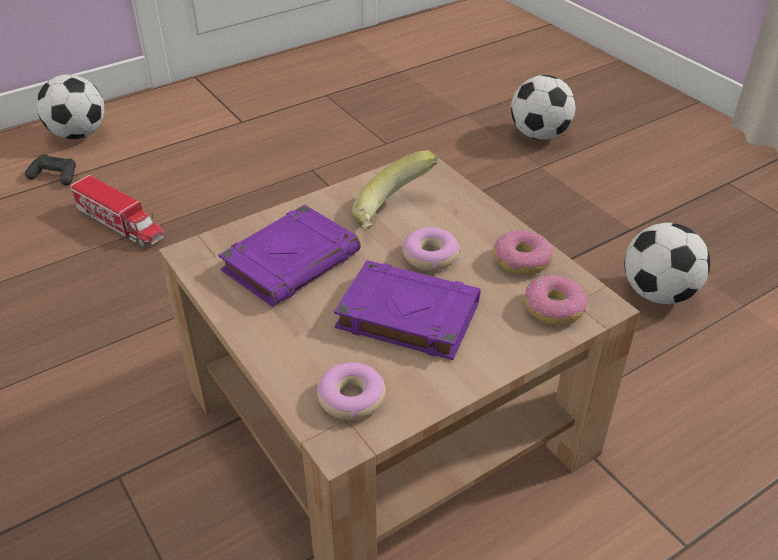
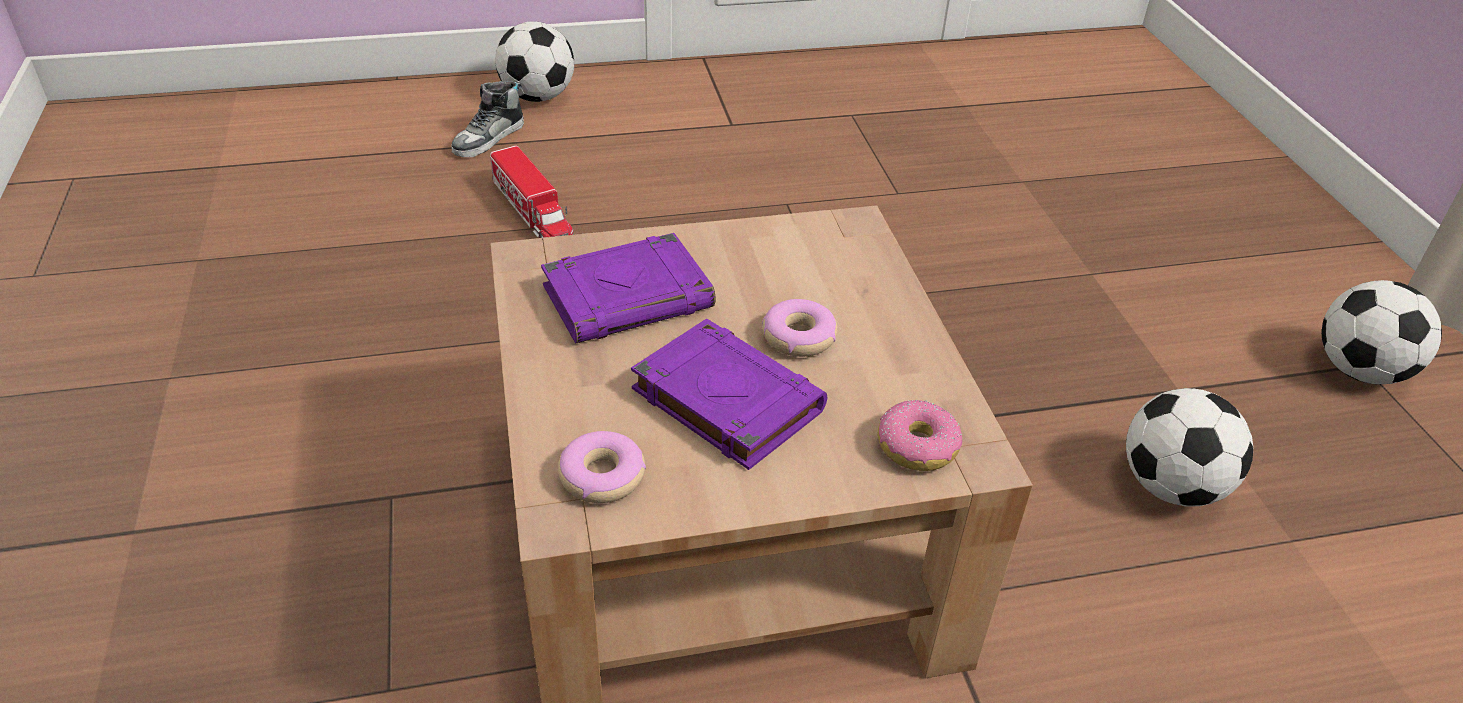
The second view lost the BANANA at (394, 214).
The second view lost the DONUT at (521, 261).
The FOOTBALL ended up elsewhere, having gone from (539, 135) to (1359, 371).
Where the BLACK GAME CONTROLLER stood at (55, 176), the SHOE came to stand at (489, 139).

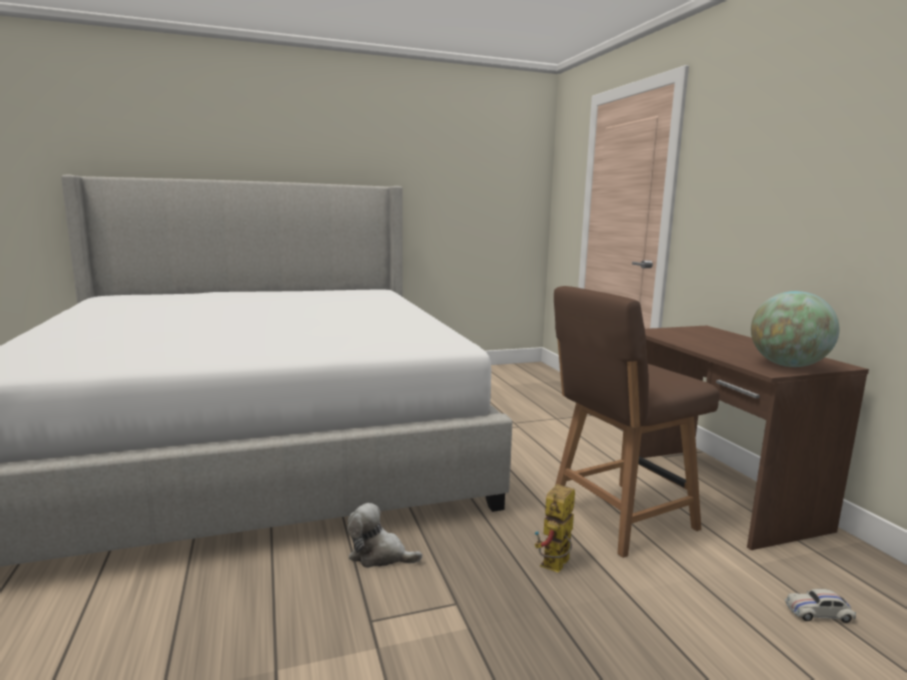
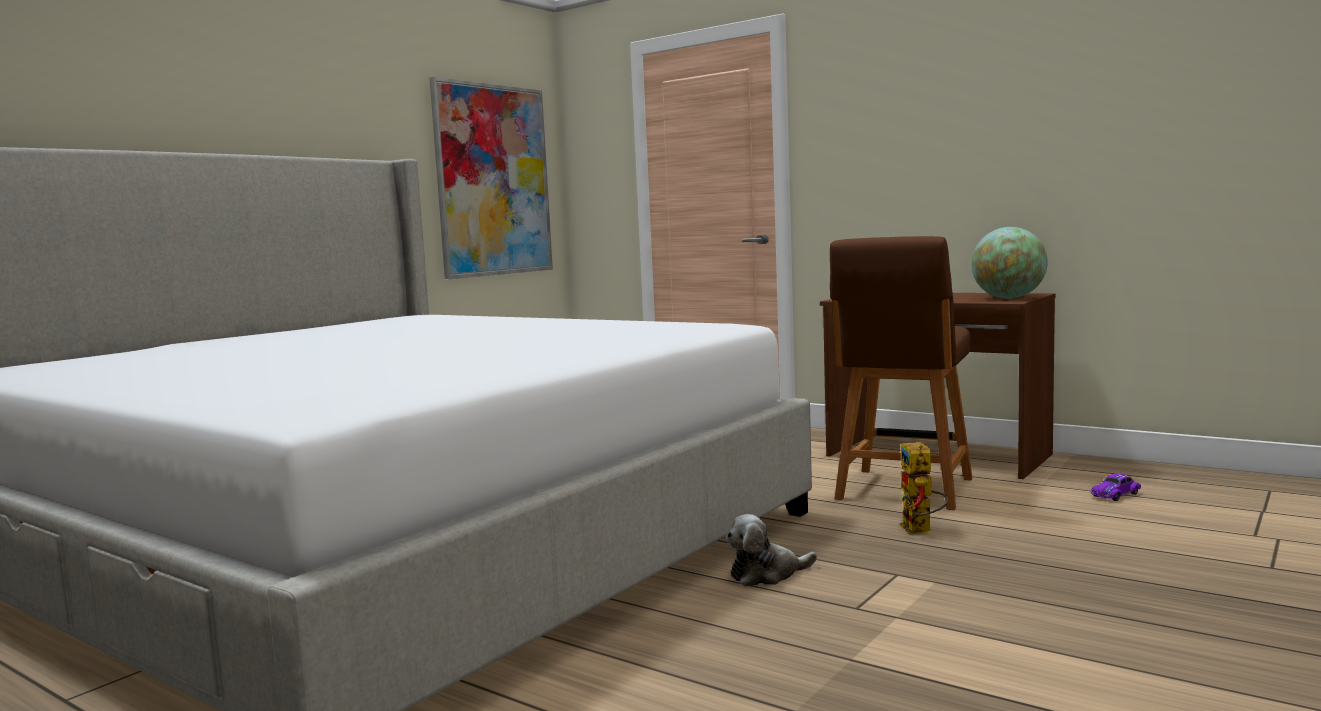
The second view gained the PICTURE at (493, 180).
What was the WHITE TOY CAR at (819, 613) turned into the PURPLE TOY CAR at (1115, 495).

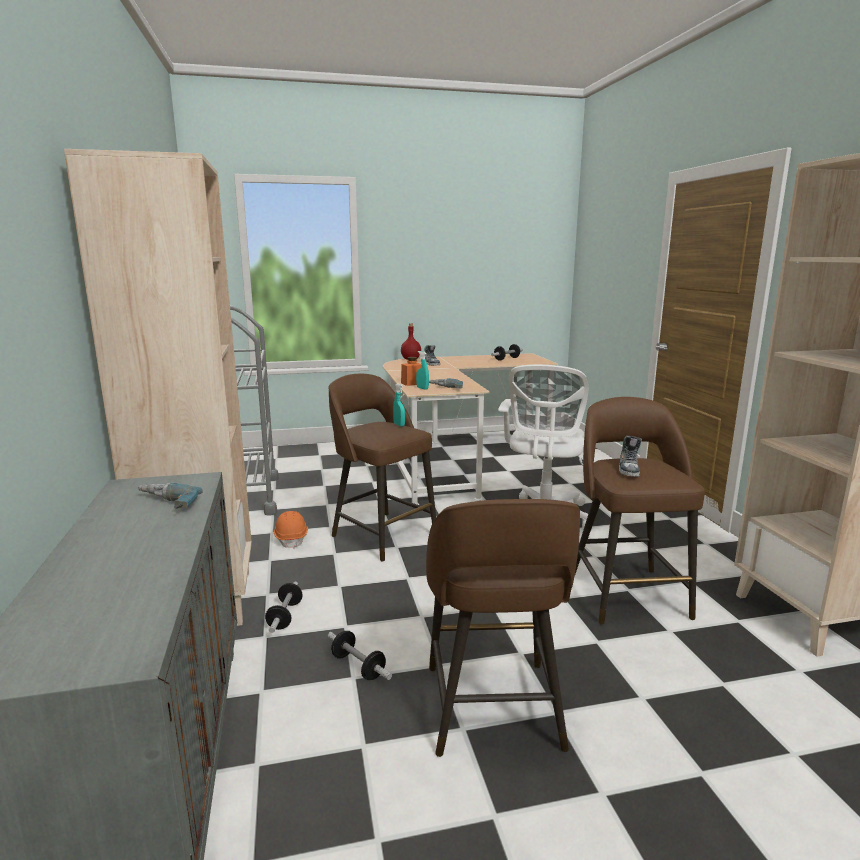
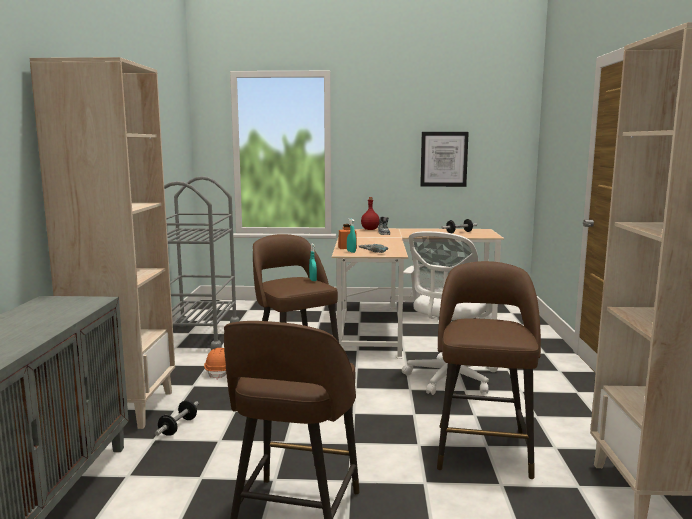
The second view lost the POWER DRILL at (163, 504).
The second view lost the DUMBBELL at (358, 666).
The second view lost the SHOE at (629, 469).
The second view gained the PICTURE at (444, 159).

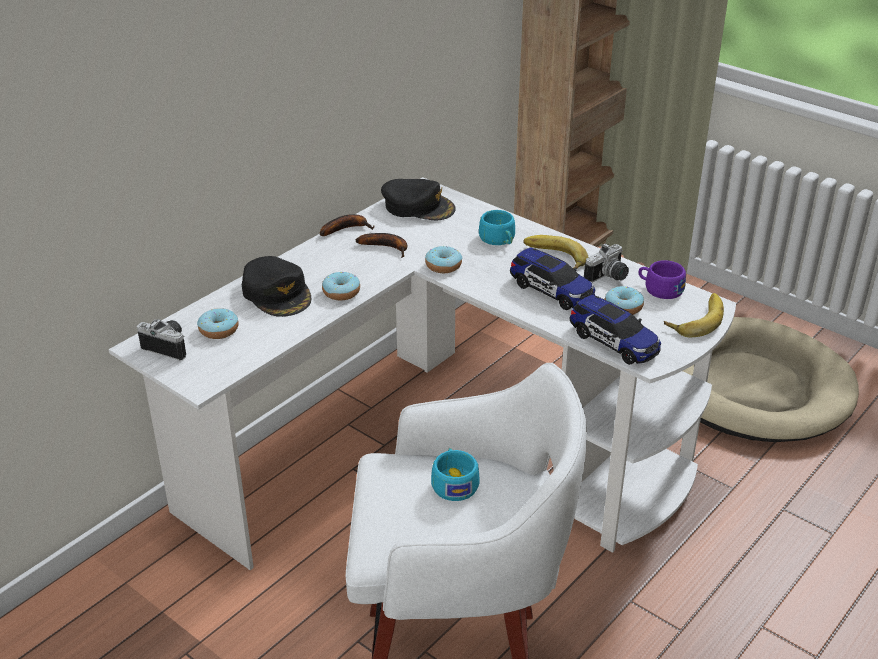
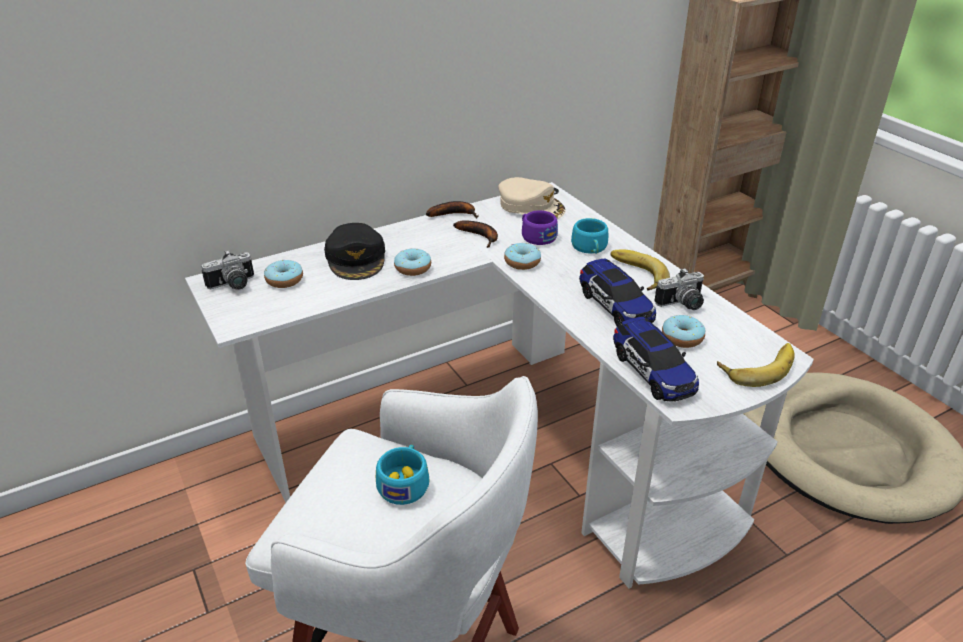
The PURPLE CUP ended up elsewhere, having gone from (659, 289) to (536, 236).
What was the BLACK CAP at (418, 206) turned into the BEIGE CAP at (531, 206).
The PHOTO CAMERA at (169, 346) ended up facing another way, 105 degrees clockwise from before.

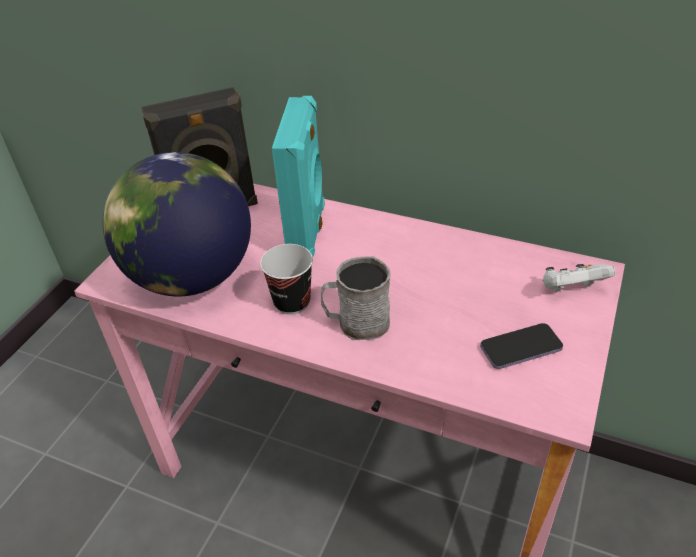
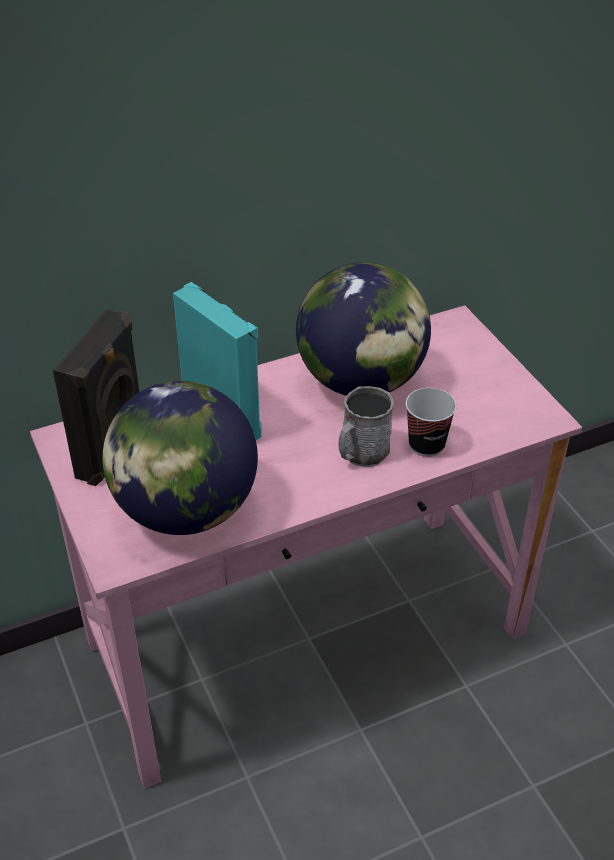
The second view lost the PHONE at (520, 348).
The second view lost the WHITE GAME CONTROLLER at (571, 290).
The second view gained the GLOBE at (361, 382).
The CUP ended up elsewhere, having gone from (292, 302) to (426, 445).

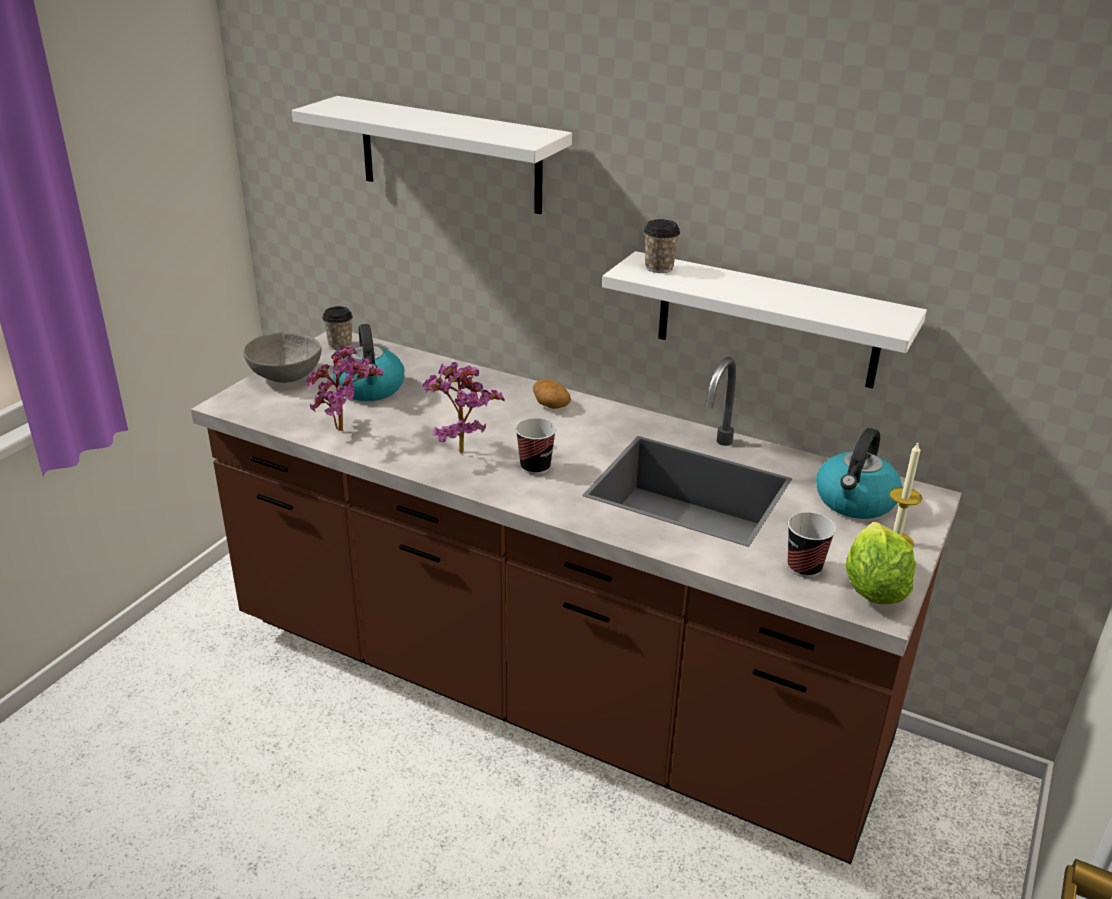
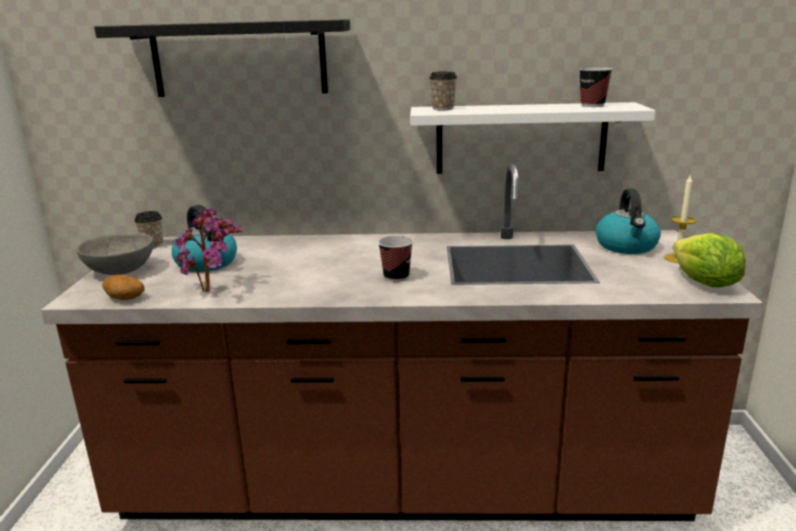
The second view lost the POTTED PLANT at (459, 448).
The POTATO ended up elsewhere, having gone from (550, 404) to (124, 298).
The CUP ended up elsewhere, having gone from (804, 567) to (592, 105).
What was the WHITE SHELF at (450, 155) turned into the BLACK SHELF at (239, 59).

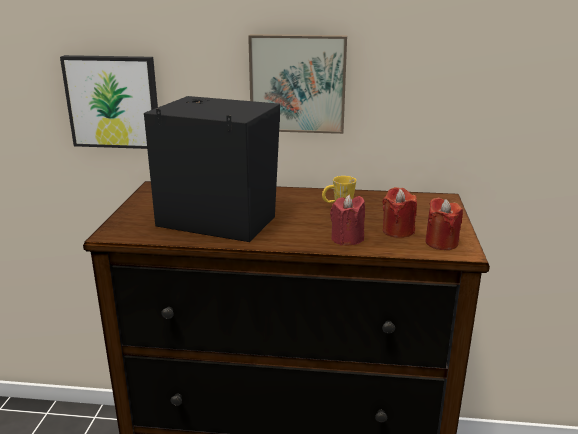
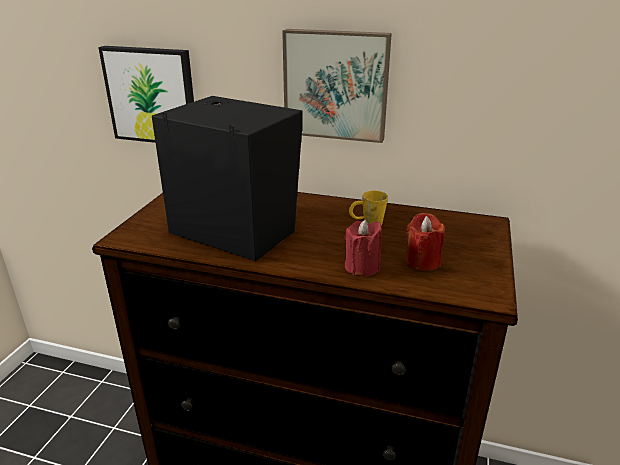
The second view lost the RED CANDLE at (441, 243).

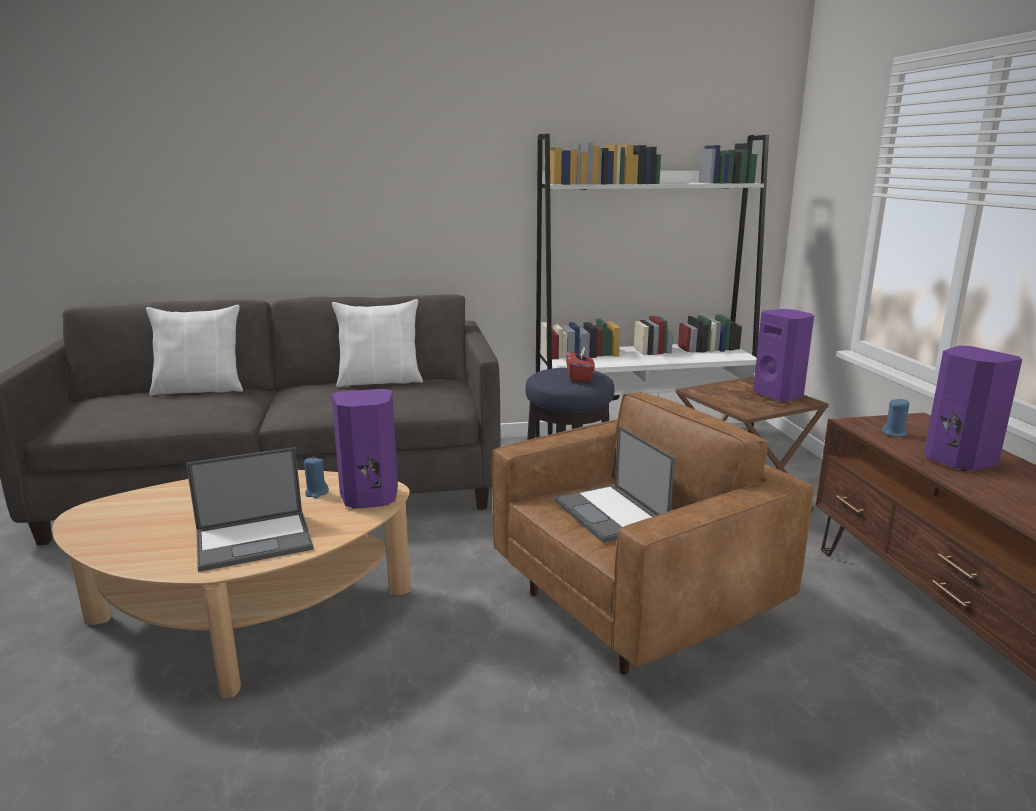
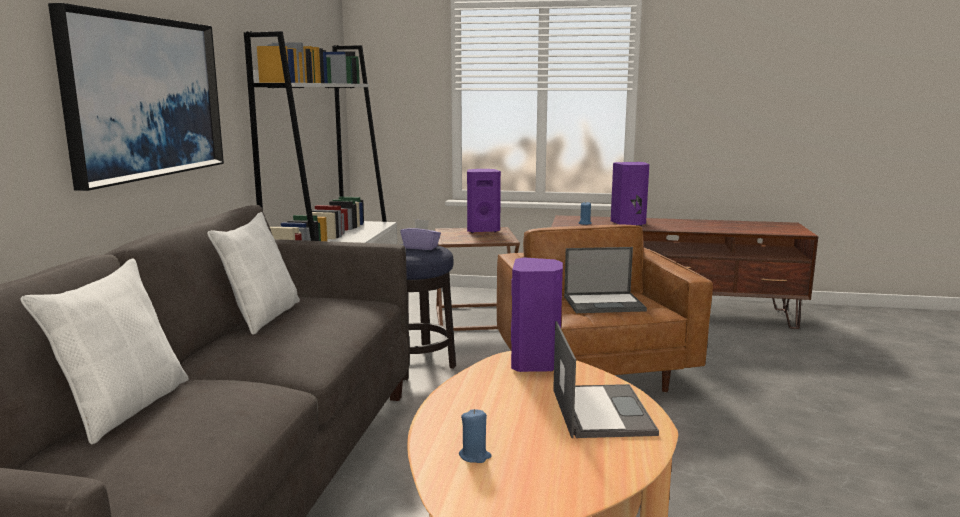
The second view gained the PICTURE at (145, 97).
The BLUE CANDLE ended up elsewhere, having gone from (316, 493) to (475, 456).
What was the RED TISSUE BOX at (579, 377) turned into the PURPLE TISSUE BOX at (421, 247).

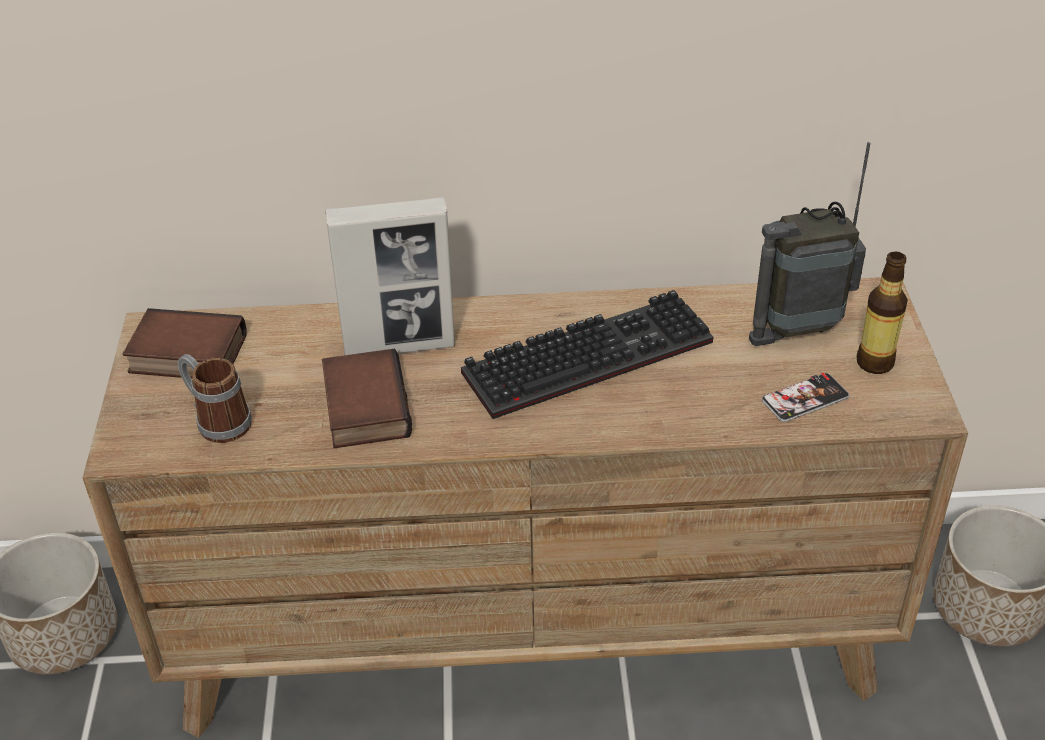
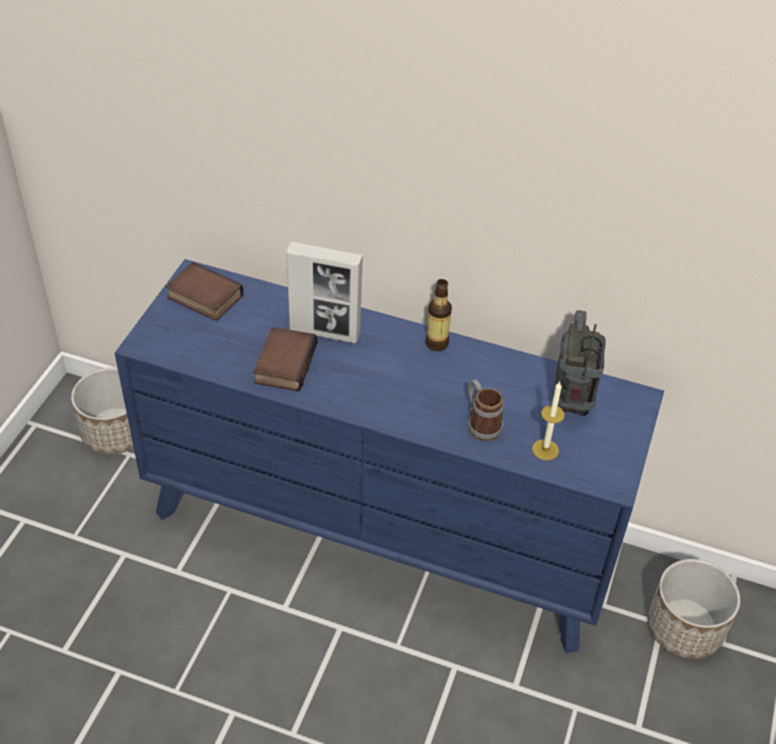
The second view lost the KEYBOARD at (589, 354).
The MUG ended up elsewhere, having gone from (217, 420) to (480, 423).
The BOTTLE ended up elsewhere, having gone from (874, 363) to (436, 343).
Where the PHONE stood at (805, 399), the CANDLE came to stand at (545, 450).
What was the BROWN DRESSER at (530, 632) turned into the BLUE DRESSER at (381, 531).
The RADIO at (797, 328) ended up facing another way, 90 degrees clockwise from before.

